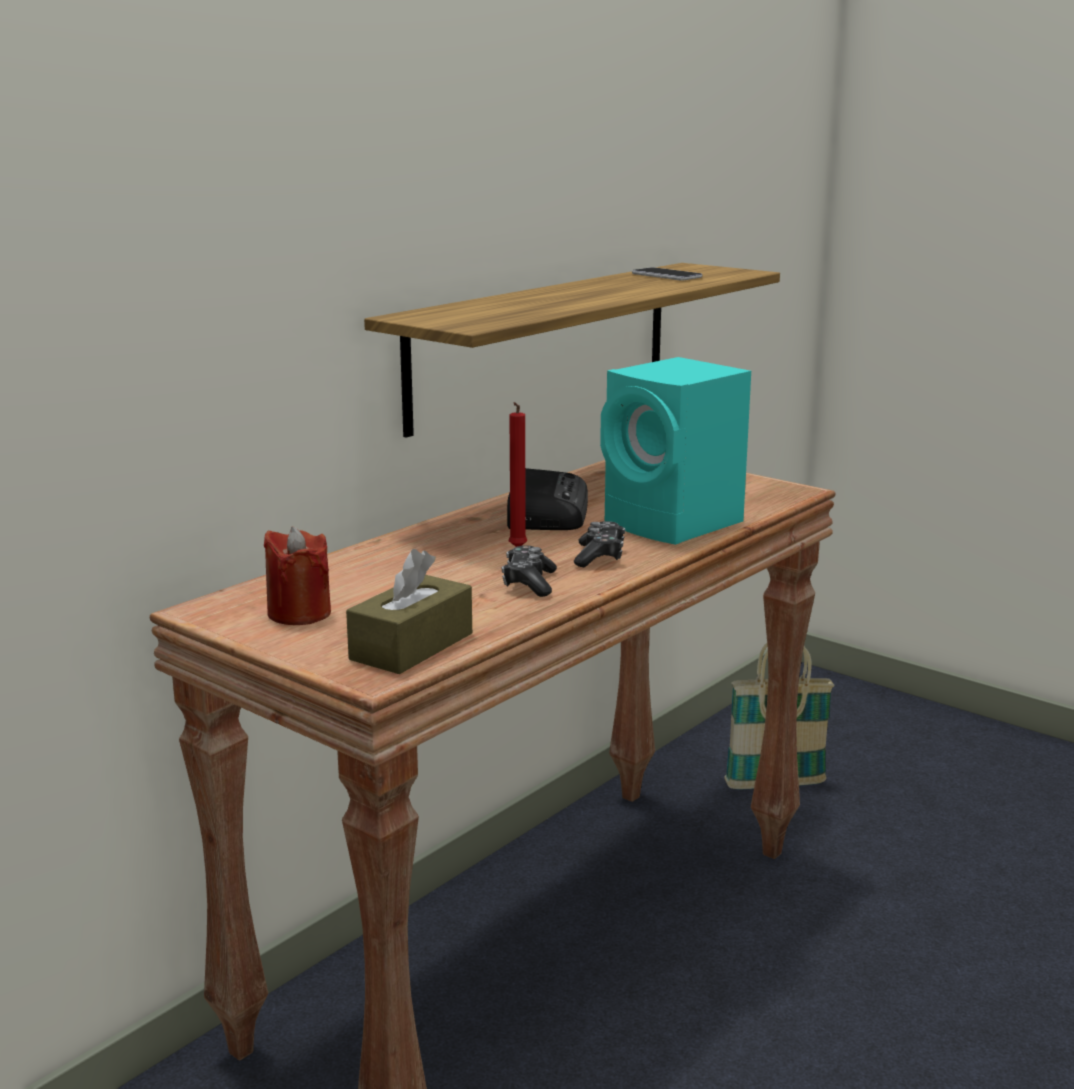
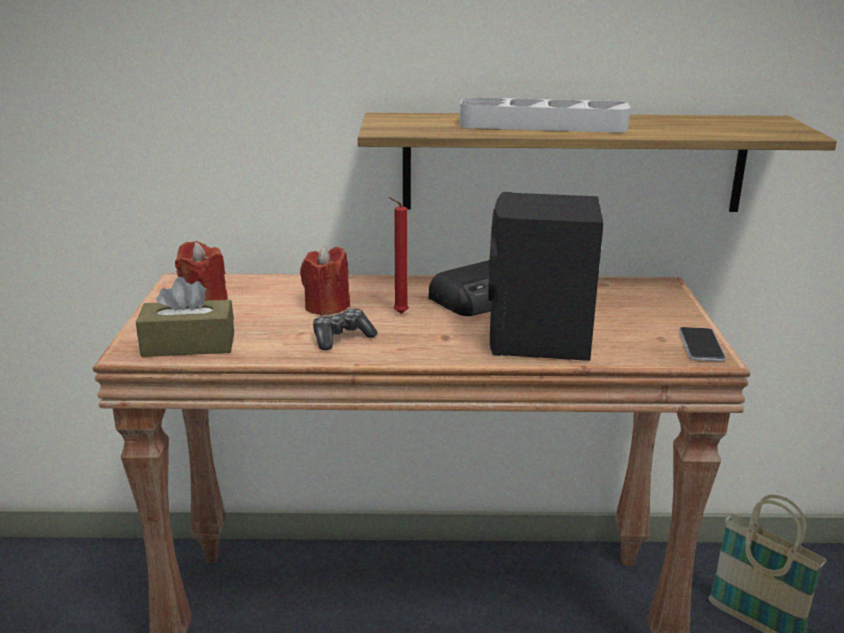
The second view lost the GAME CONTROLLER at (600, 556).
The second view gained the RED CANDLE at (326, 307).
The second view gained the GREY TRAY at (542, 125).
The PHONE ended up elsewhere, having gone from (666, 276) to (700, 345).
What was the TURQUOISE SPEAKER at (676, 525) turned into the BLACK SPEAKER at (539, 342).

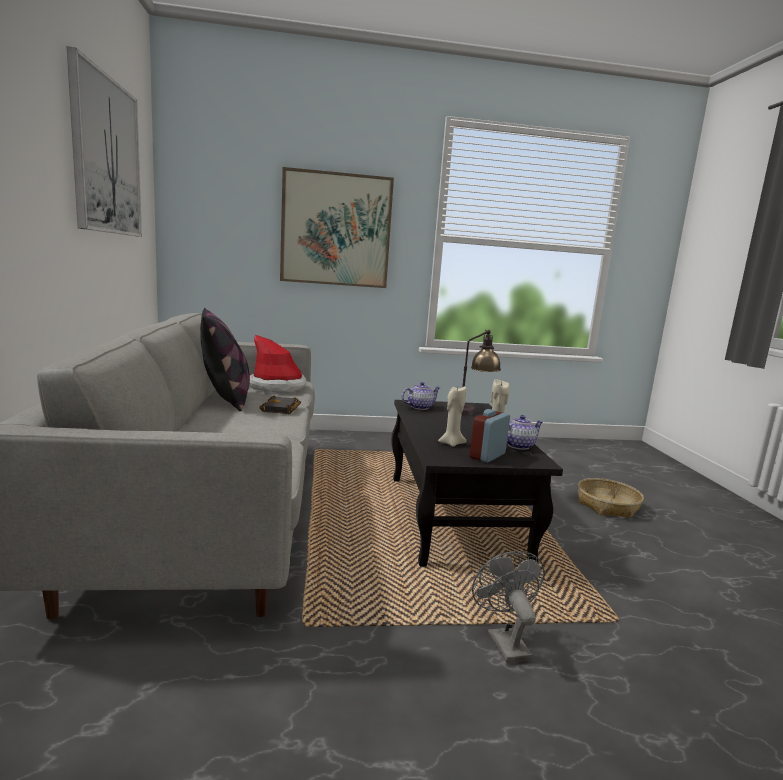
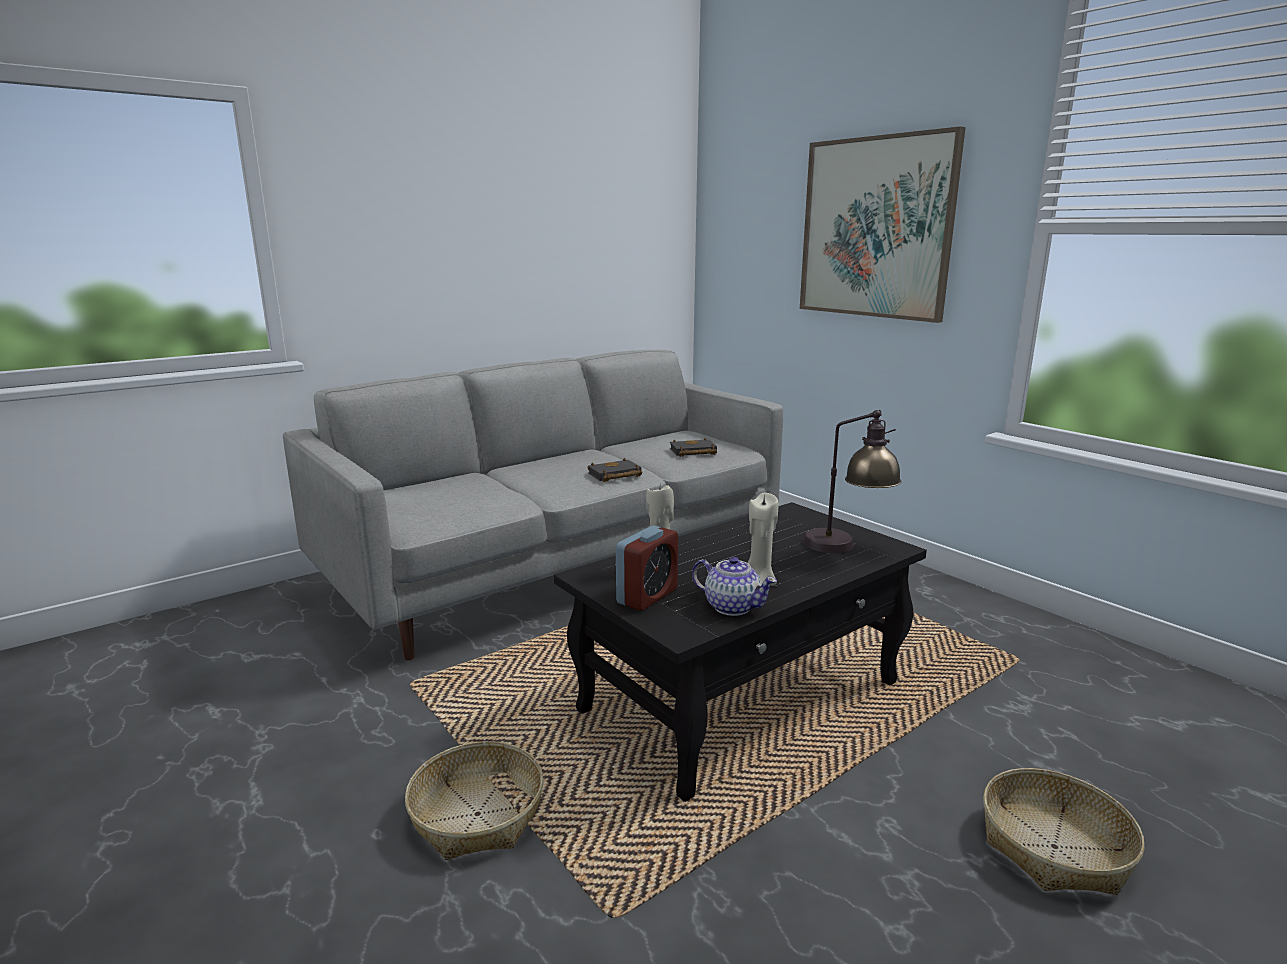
The second view lost the PICTURE at (106, 156).
The second view lost the PILLOW at (225, 399).
The second view lost the TEAPOT at (419, 407).
Where the HAT stood at (277, 387), the BLACK BOOK came to stand at (692, 452).
Where the GREY FAN stood at (504, 641), the BASKET came to stand at (477, 814).
The ALARM CLOCK at (487, 456) ended up facing another way, 120 degrees clockwise from before.

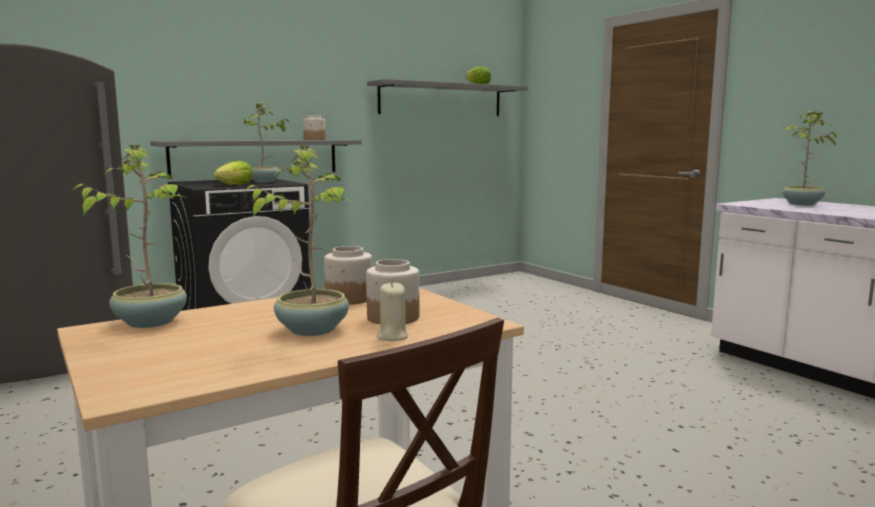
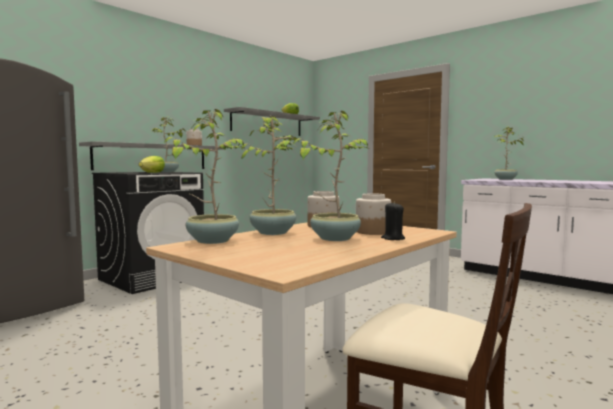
The second view gained the POTTED PLANT at (273, 232).
What was the BEIGE CANDLE at (392, 336) turned into the BLACK CANDLE at (393, 238).

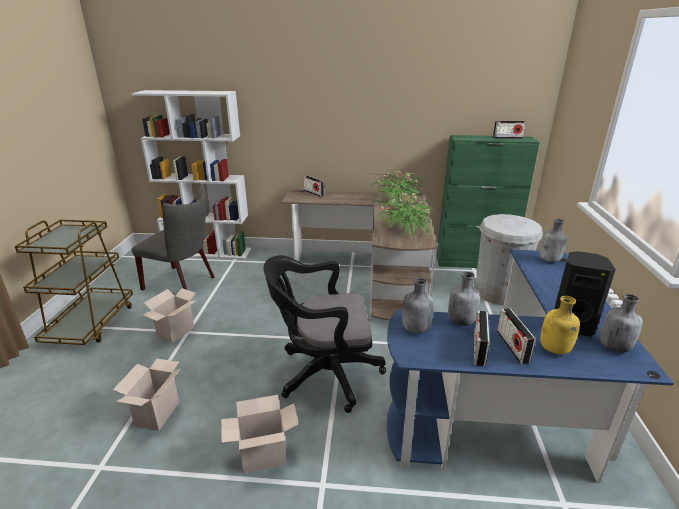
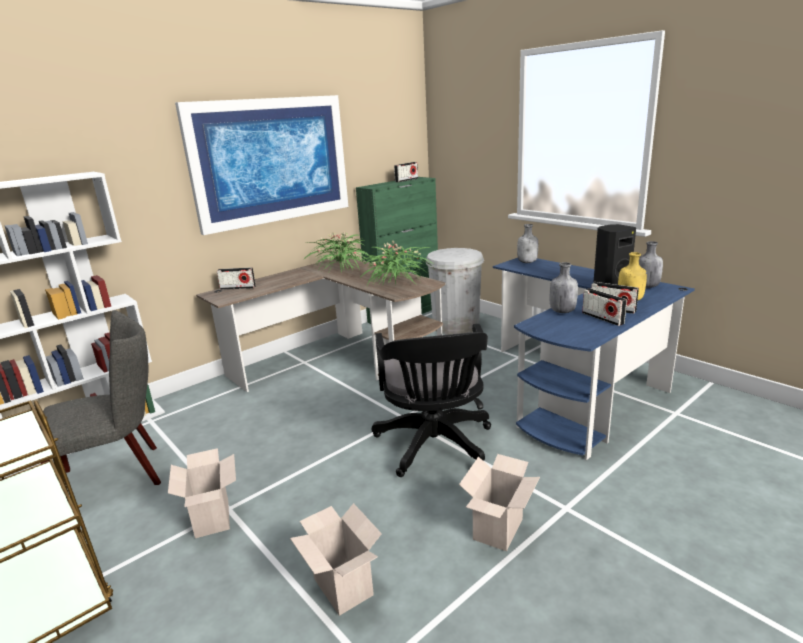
The second view lost the GREY BOTTLE at (415, 329).
The second view gained the PICTURE at (271, 161).
The BLACK OFFICE CHAIR at (324, 374) ended up facing another way, 45 degrees counterclockwise from before.

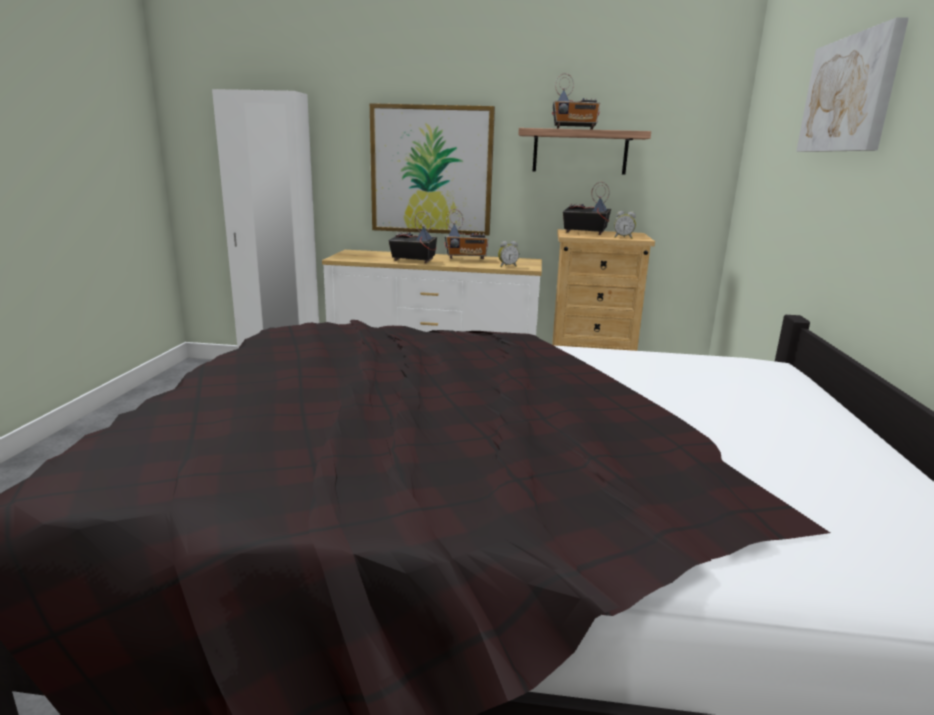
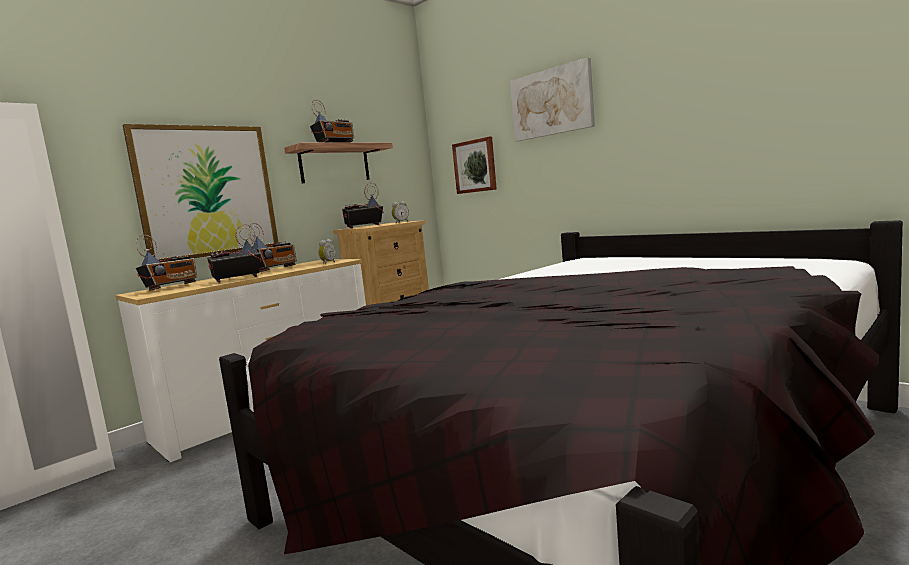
The second view gained the RADIO at (172, 287).
The second view gained the PICTURE at (475, 166).

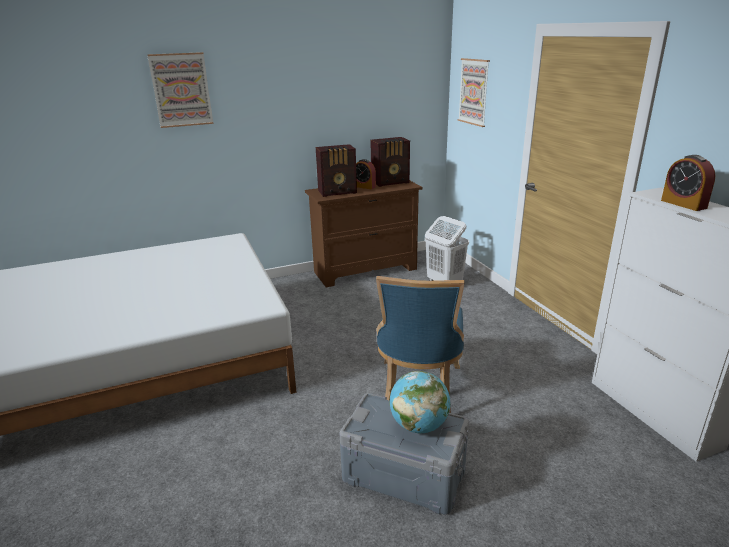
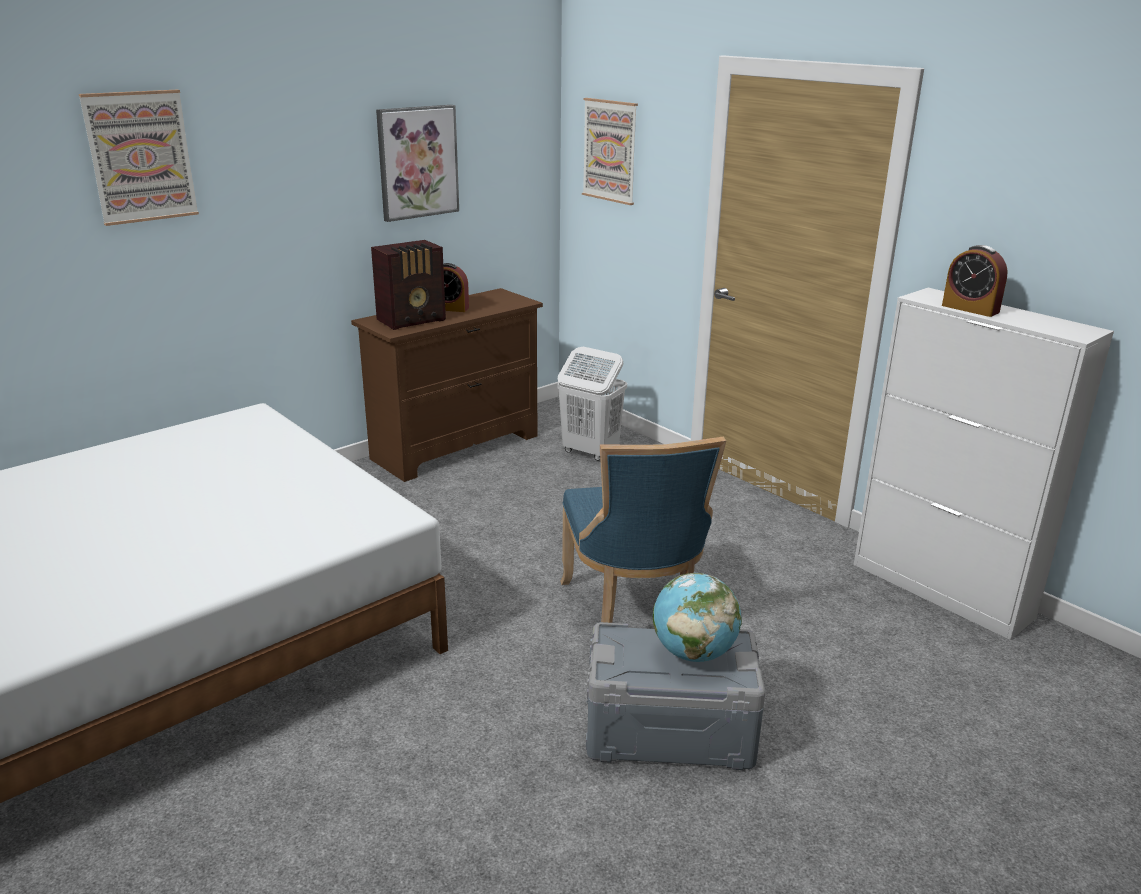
The second view lost the RADIO at (391, 182).
The second view gained the PICTURE at (417, 162).

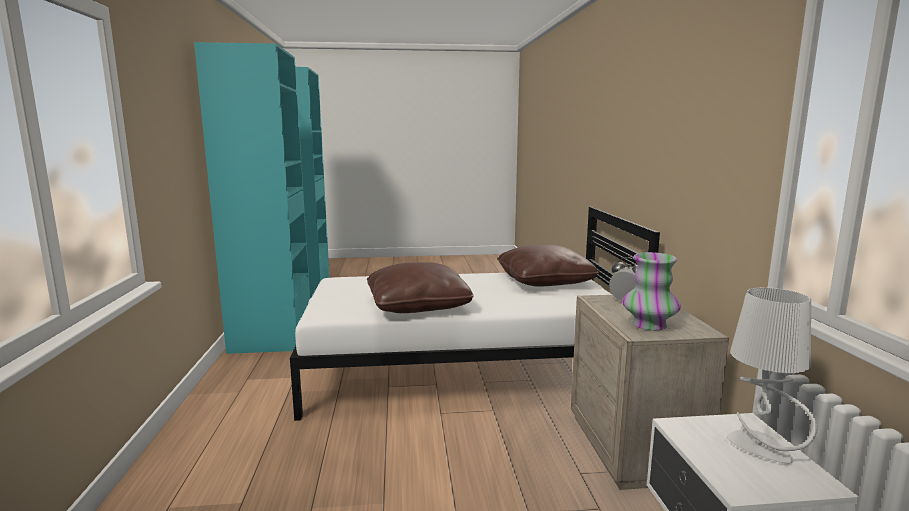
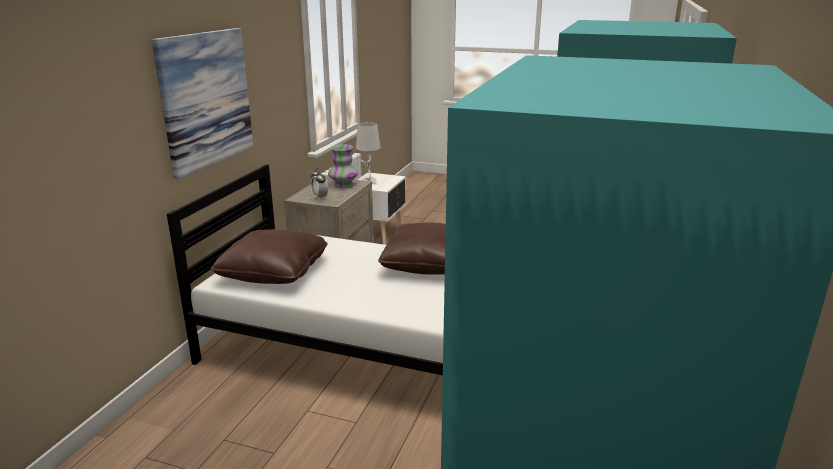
The second view gained the PICTURE at (206, 99).

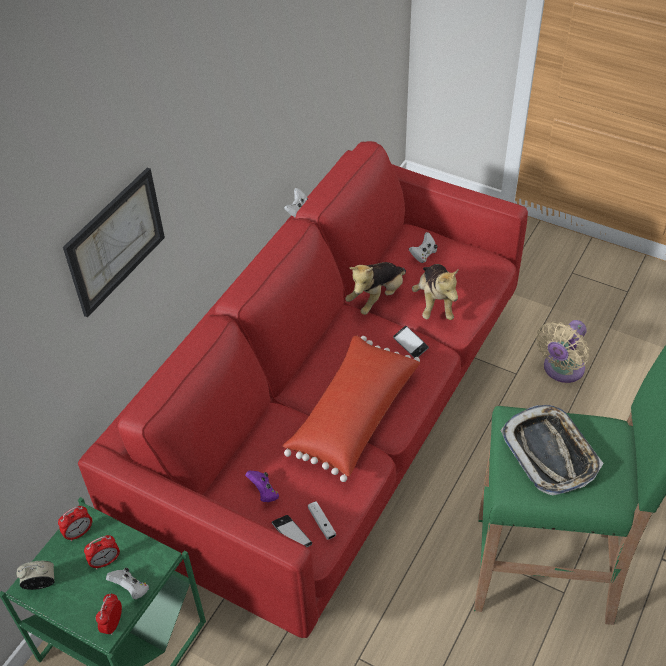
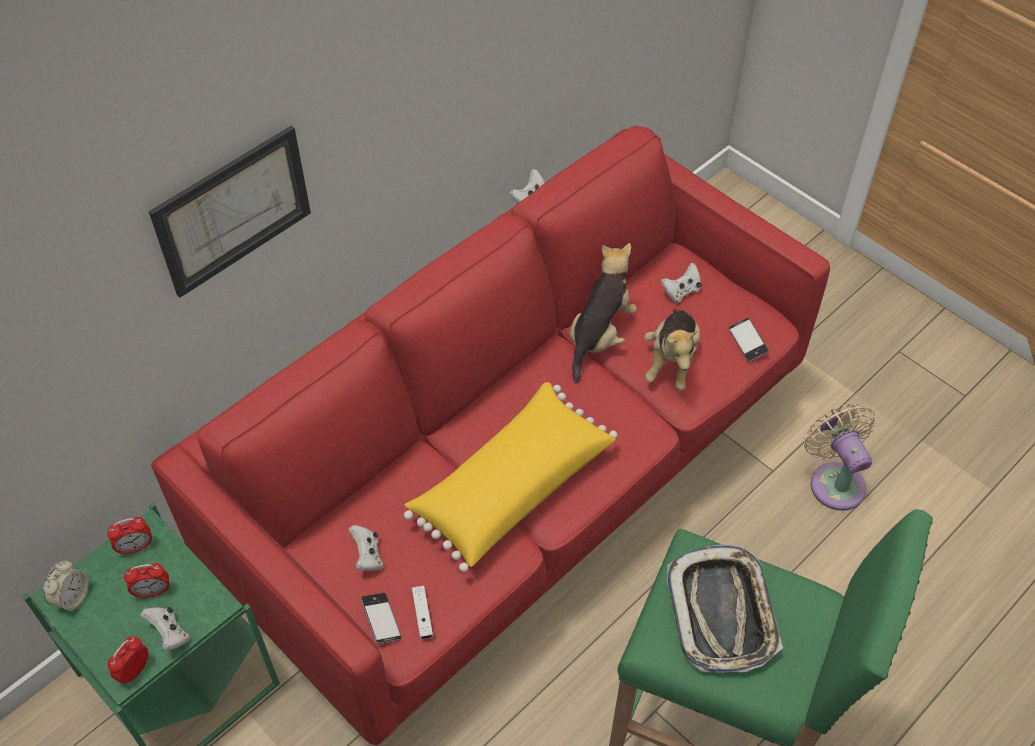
The PHONE ended up elsewhere, having gone from (410, 344) to (747, 342).
What was the PURPLE GAME CONTROLLER at (264, 492) turned into the WHITE GAME CONTROLLER at (367, 556).
What was the RED PILLOW at (352, 416) turned into the YELLOW PILLOW at (510, 486).
The ALARM CLOCK at (41, 583) ended up facing another way, 105 degrees clockwise from before.
The PLUSH TOY at (377, 298) ended up facing another way, 150 degrees clockwise from before.
The BEIGE FAN at (561, 370) ended up facing another way, 105 degrees clockwise from before.

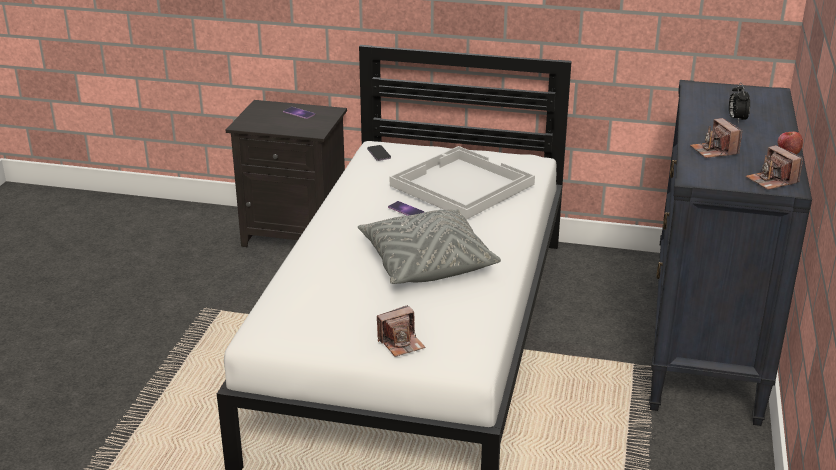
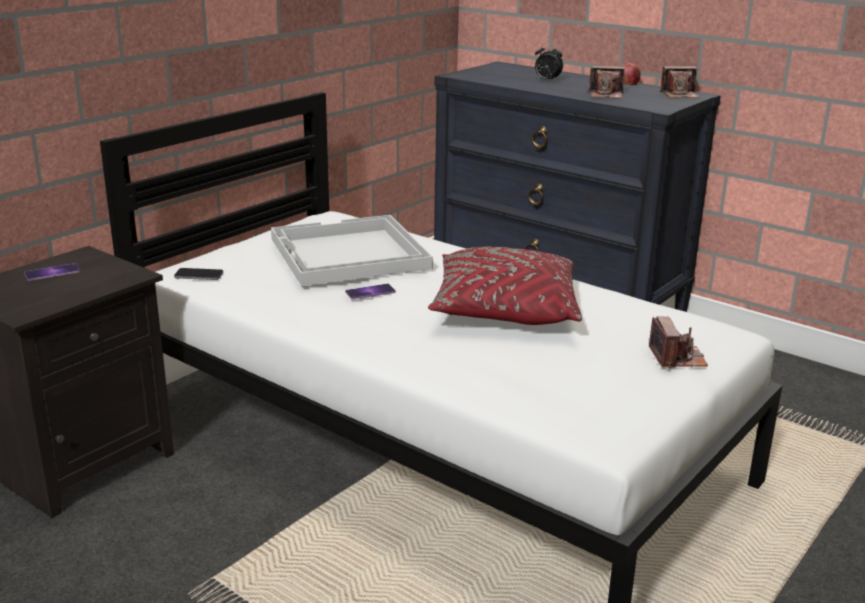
What was the GREY PILLOW at (426, 263) turned into the RED PILLOW at (504, 310).

